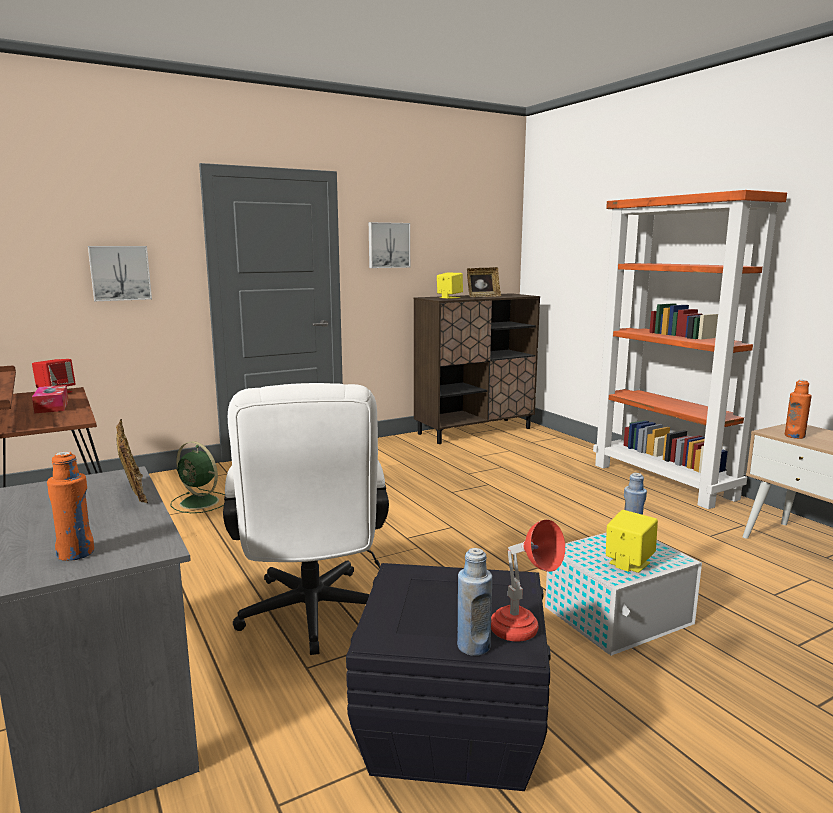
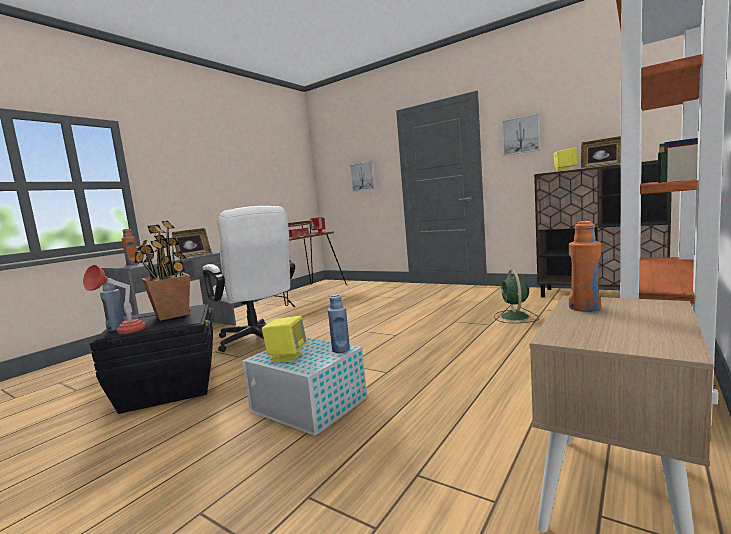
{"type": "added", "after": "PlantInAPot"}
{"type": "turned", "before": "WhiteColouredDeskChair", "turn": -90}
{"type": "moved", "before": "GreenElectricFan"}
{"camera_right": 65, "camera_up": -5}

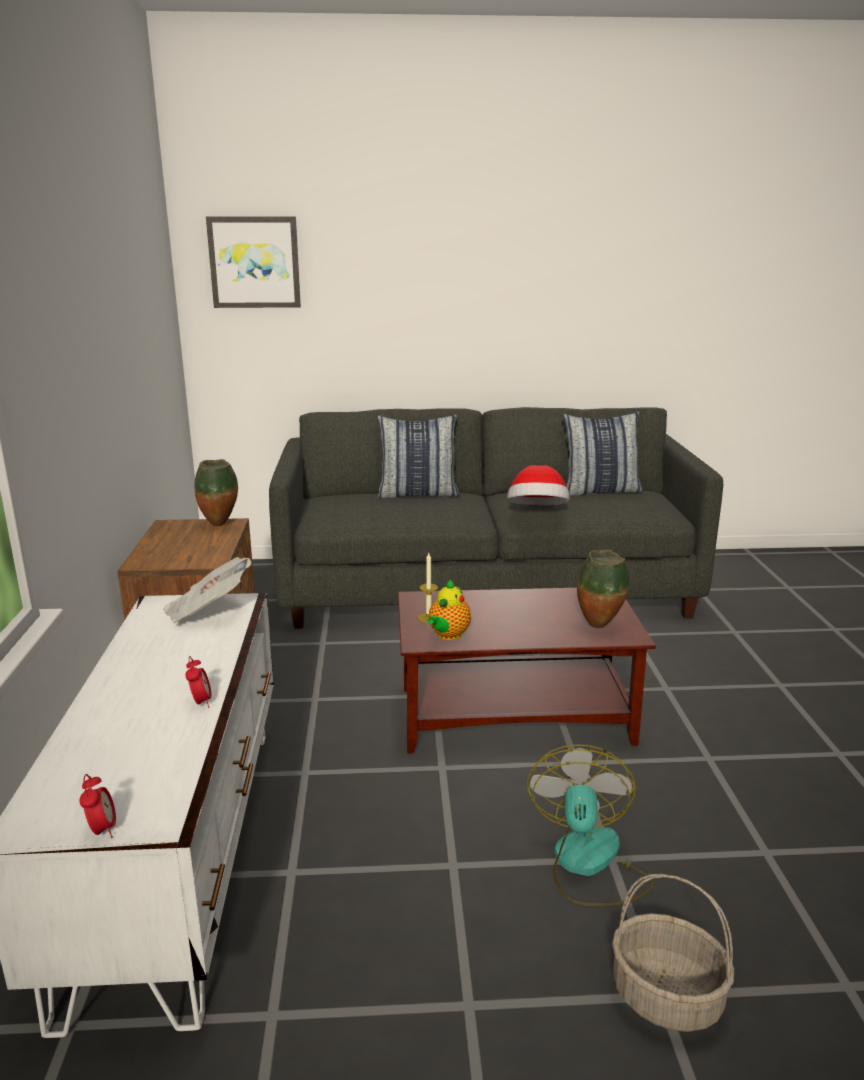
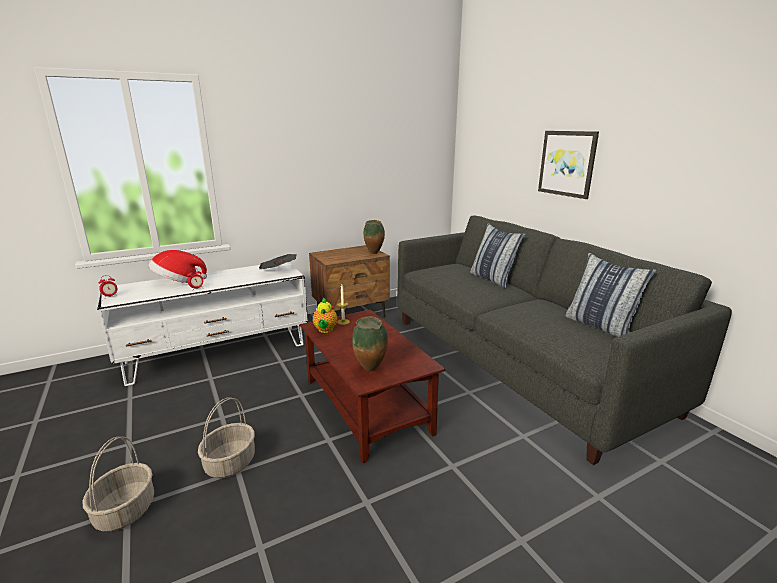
{"type": "moved", "before": "WearableHat"}
{"type": "replaced", "before": "ElectricFan", "after": "Basket (2nd from left)"}
{"type": "turned", "before": "TeaPot", "turn": -90}
{"type": "moved", "before": "WallPicture"}
{"camera_right": 65, "camera_up": 0}

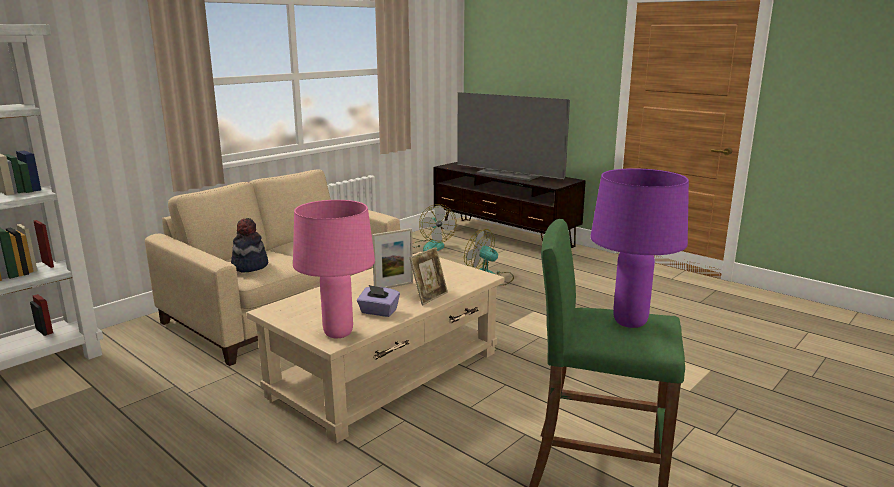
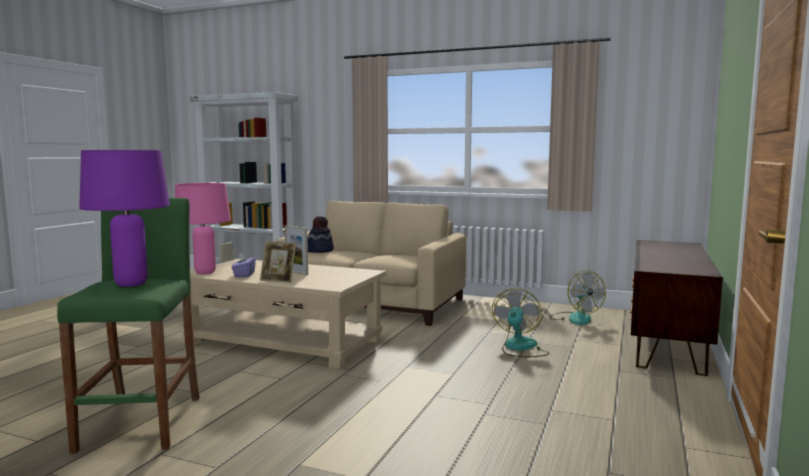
{"type": "turned", "before": "ElectricFan (1st from left in the first image)", "turn": -75}
{"type": "removed", "before": "TvSet"}
{"camera_right": 70, "camera_up": -10}

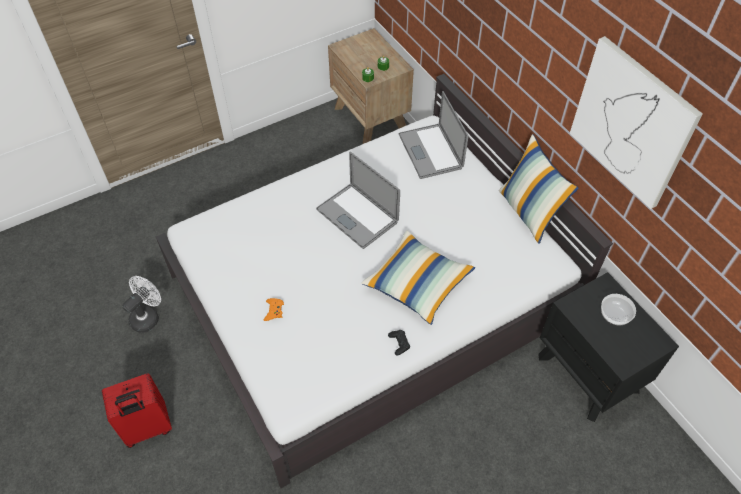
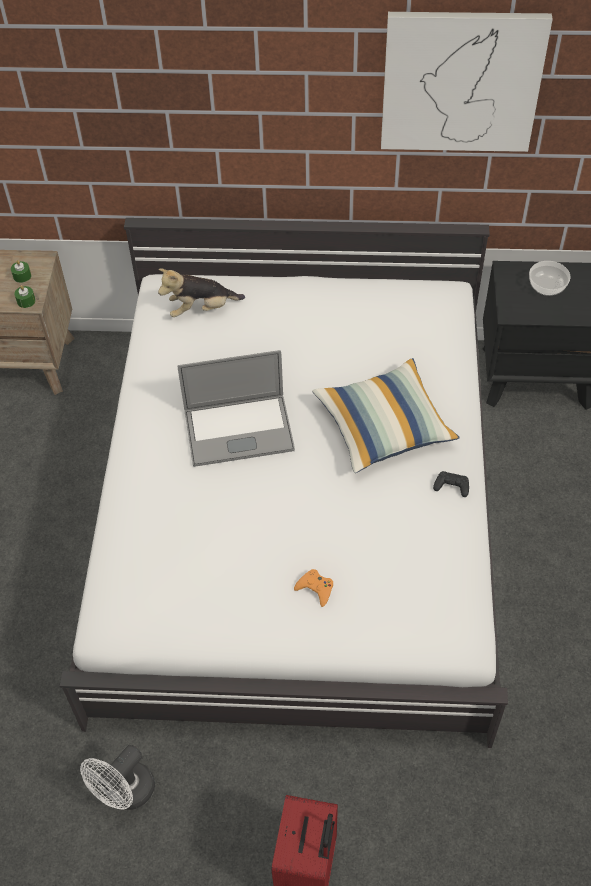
{"type": "turned", "before": "WhiteColouredElectricFan", "turn": -120}
{"type": "replaced", "before": "NotebookComputer (2nd from left)", "after": "PlushToy"}
{"type": "removed", "before": "Cushion (2nd from left)"}
{"camera_right": -55, "camera_up": 0}

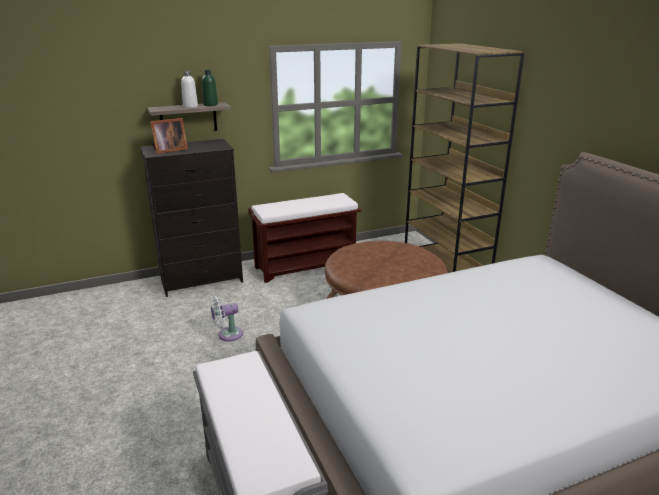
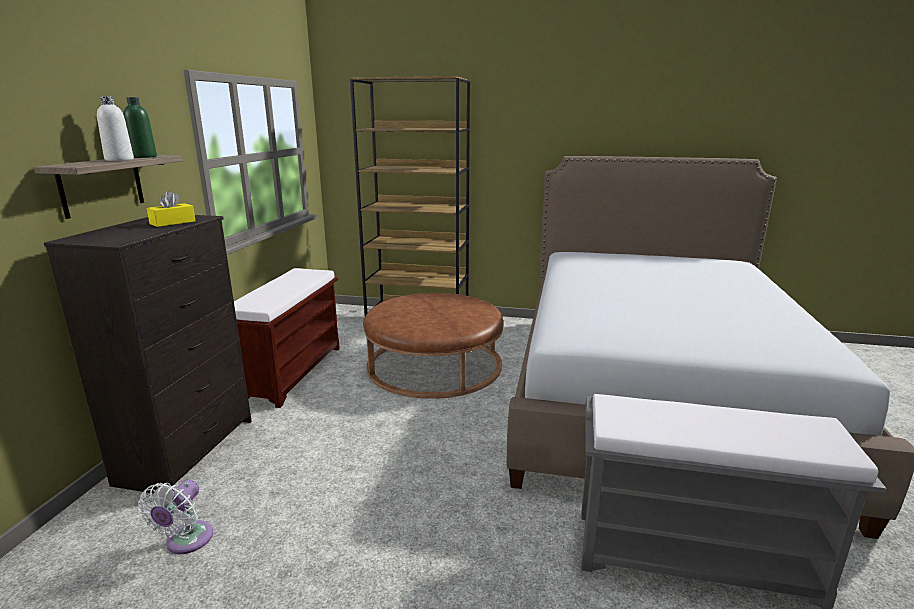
{"type": "moved", "before": "WhiteColouredElectricFan"}
{"type": "added", "after": "YellowTissueHolder"}
{"type": "removed", "before": "PhotoFrame"}
{"camera_right": -55, "camera_up": -5}

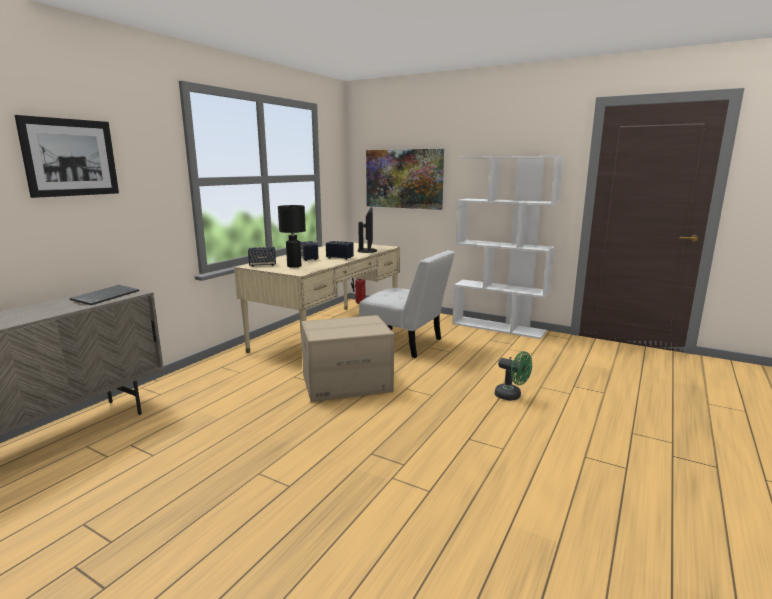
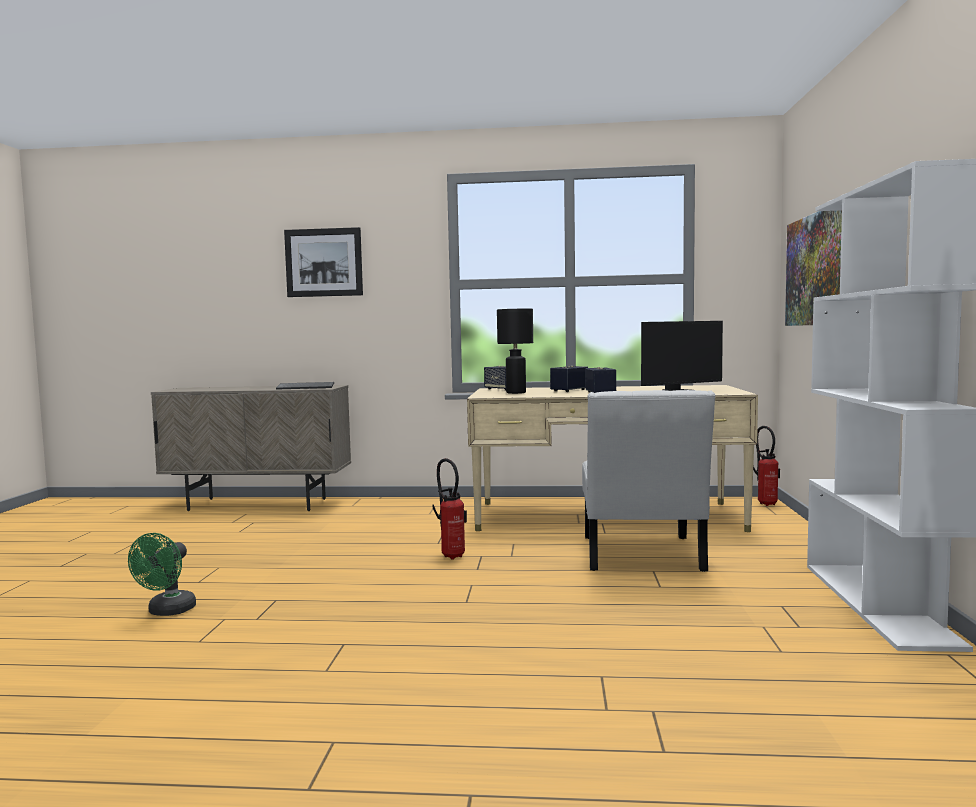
{"type": "moved", "before": "GreenElectricFan"}
{"type": "replaced", "before": "Carton", "after": "FireExtinguisher (1st from left)"}
{"camera_right": 65, "camera_up": -10}

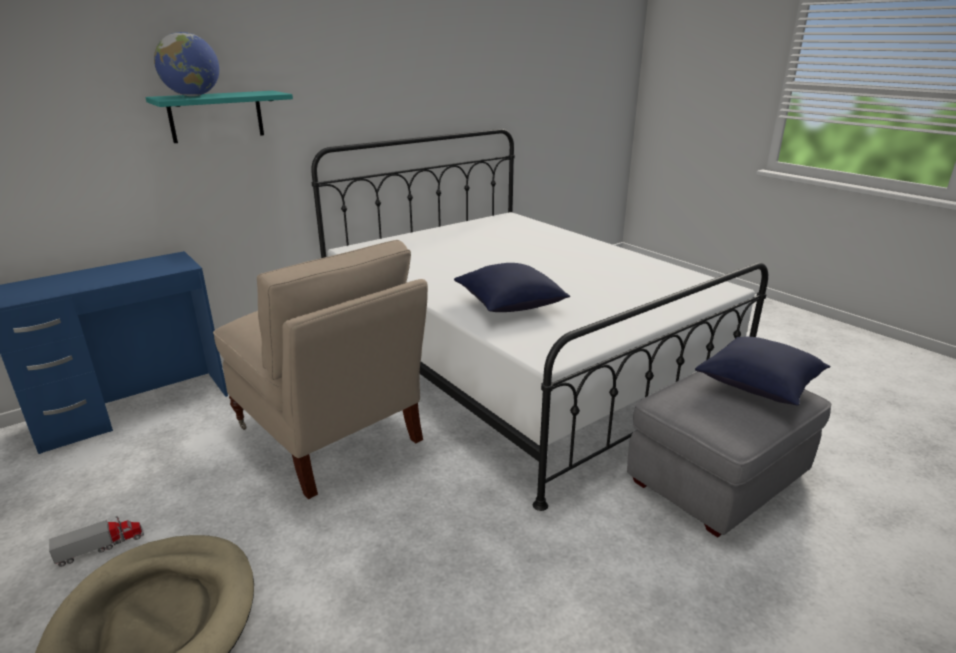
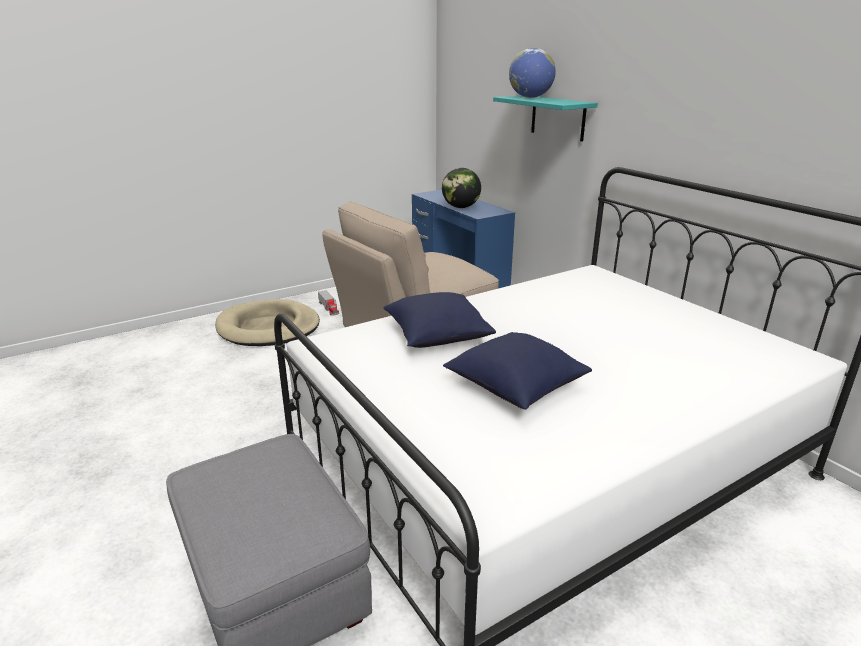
{"type": "added", "after": "DeskGlobe (1st from left)"}
{"type": "moved", "before": "BluishCushion (2nd from left)"}
{"camera_right": 95, "camera_up": 0}

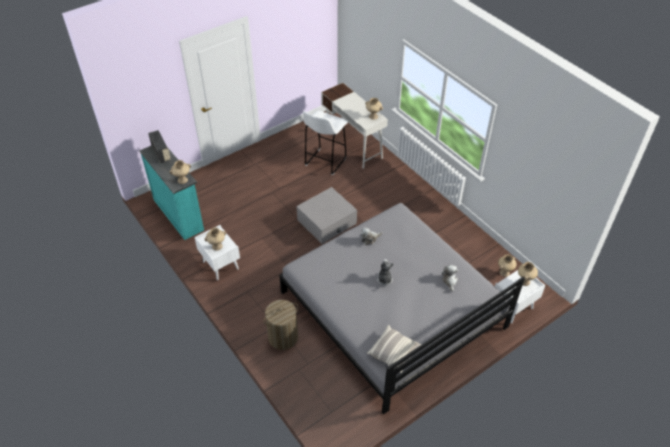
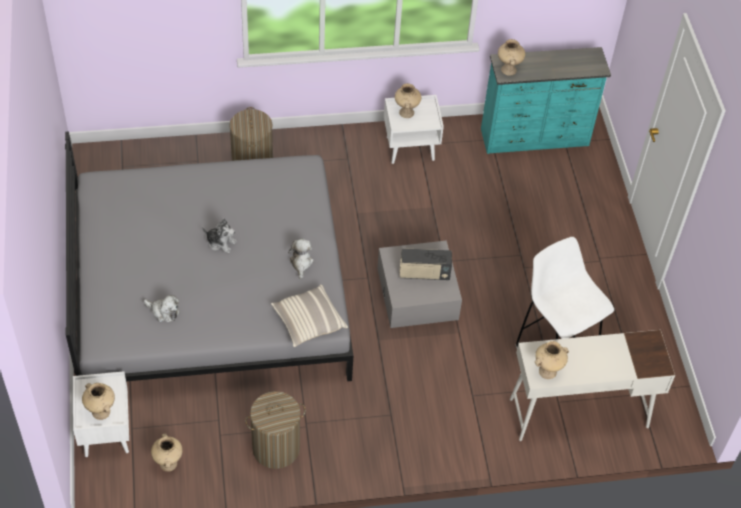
{"type": "added", "after": "LaundryBasket (2nd from left)"}
{"type": "moved", "before": "Cushion"}
{"type": "moved", "before": "RadioSet"}
{"camera_right": 115, "camera_up": 5}

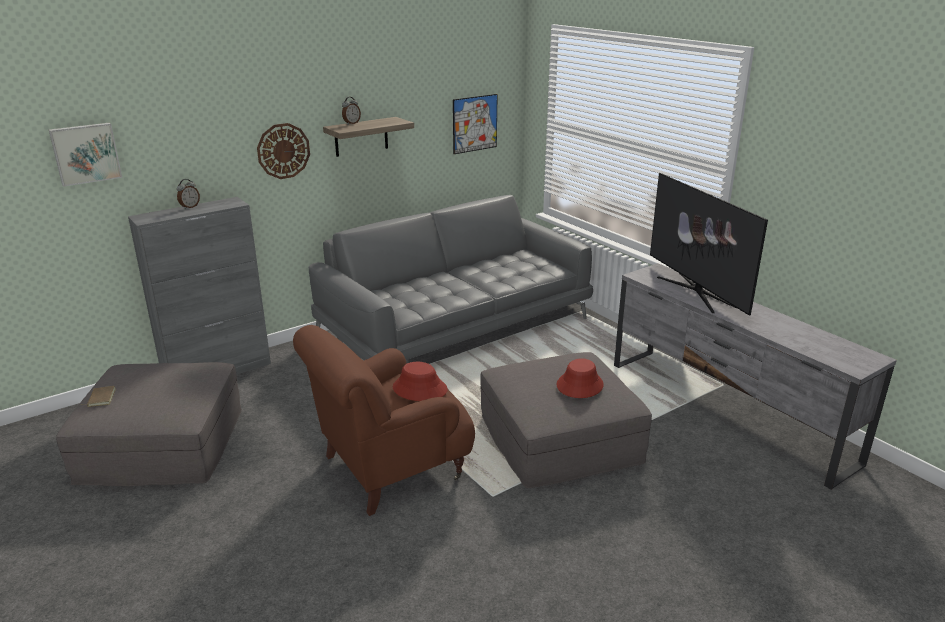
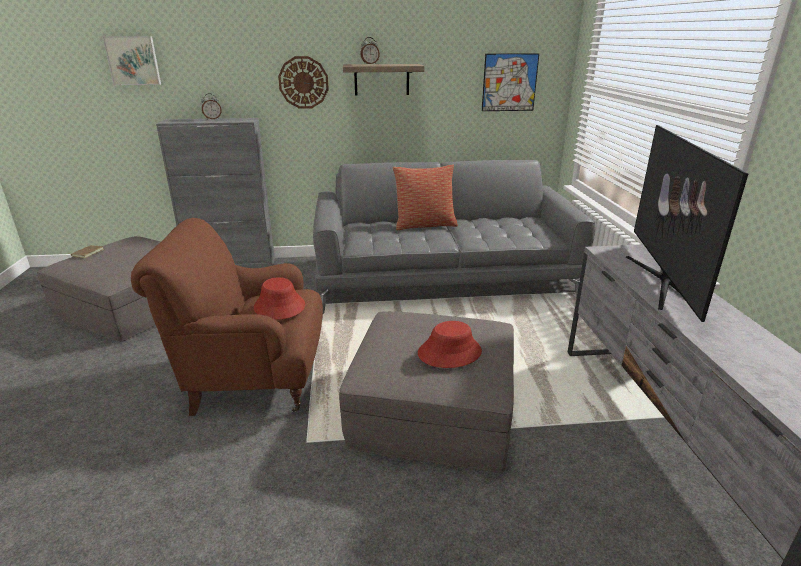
{"type": "added", "after": "Cushion"}
{"camera_right": 30, "camera_up": 0}

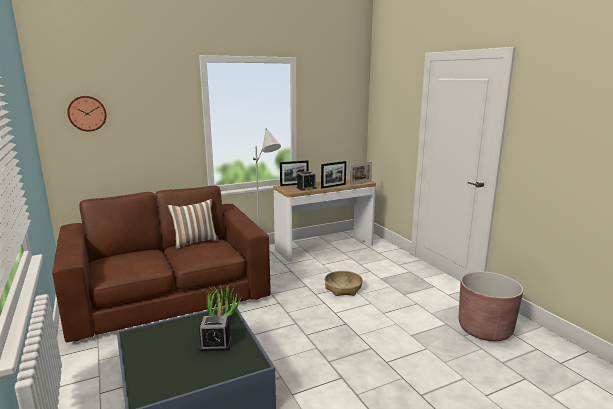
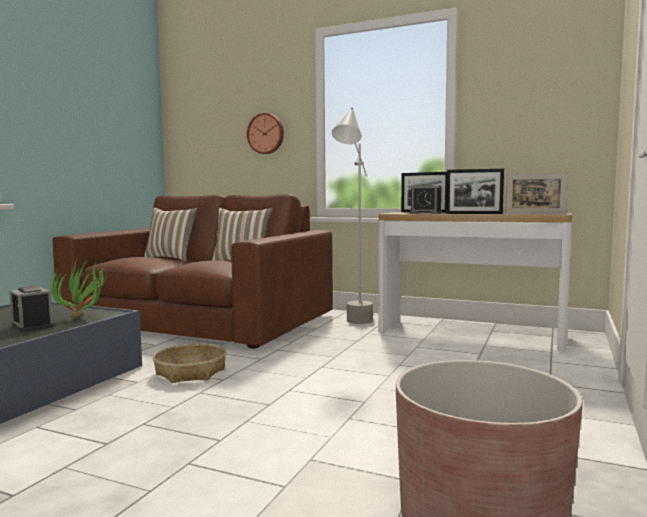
{"type": "added", "after": "Cushion (1st from left)"}
{"type": "moved", "before": "Basket"}
{"type": "moved", "before": "ClockOnTheWall"}
{"camera_right": 50, "camera_up": -10}

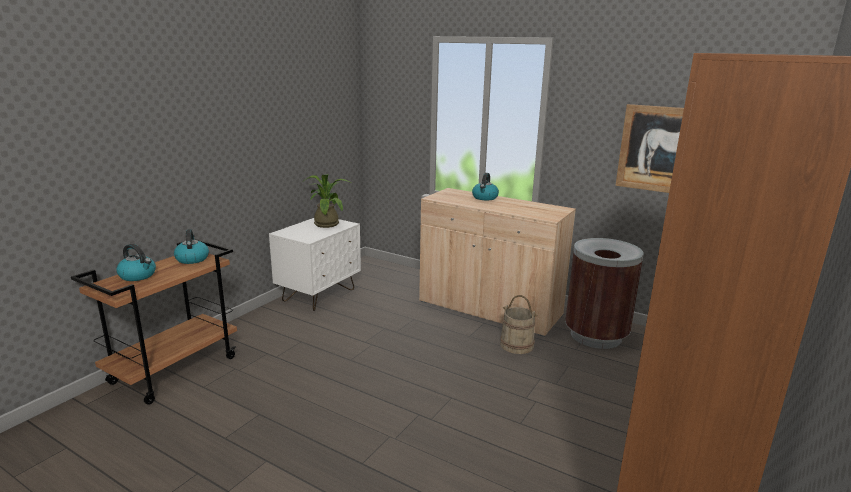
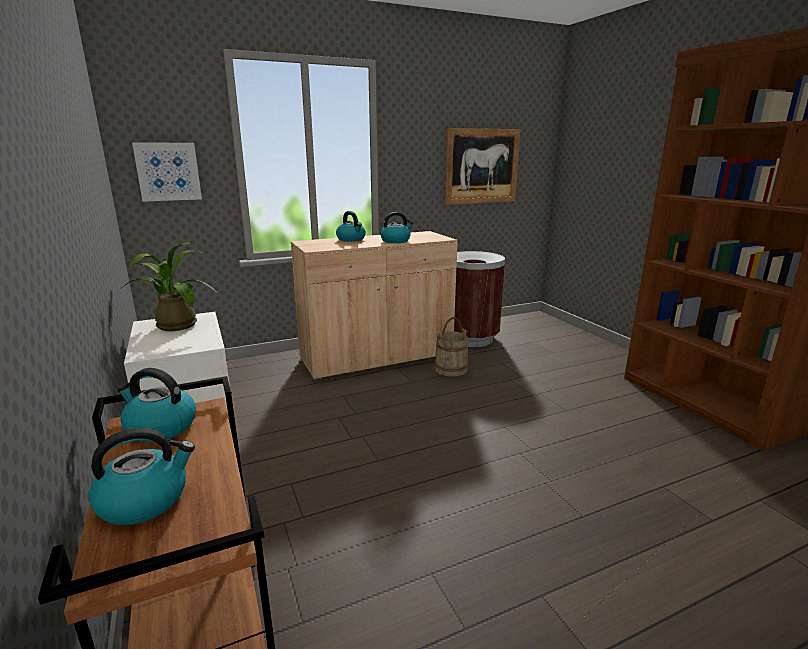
{"type": "added", "after": "WallPicture (1st from left)"}
{"type": "added", "after": "TeaKettle (4th from left)"}
{"camera_right": -55, "camera_up": 0}

